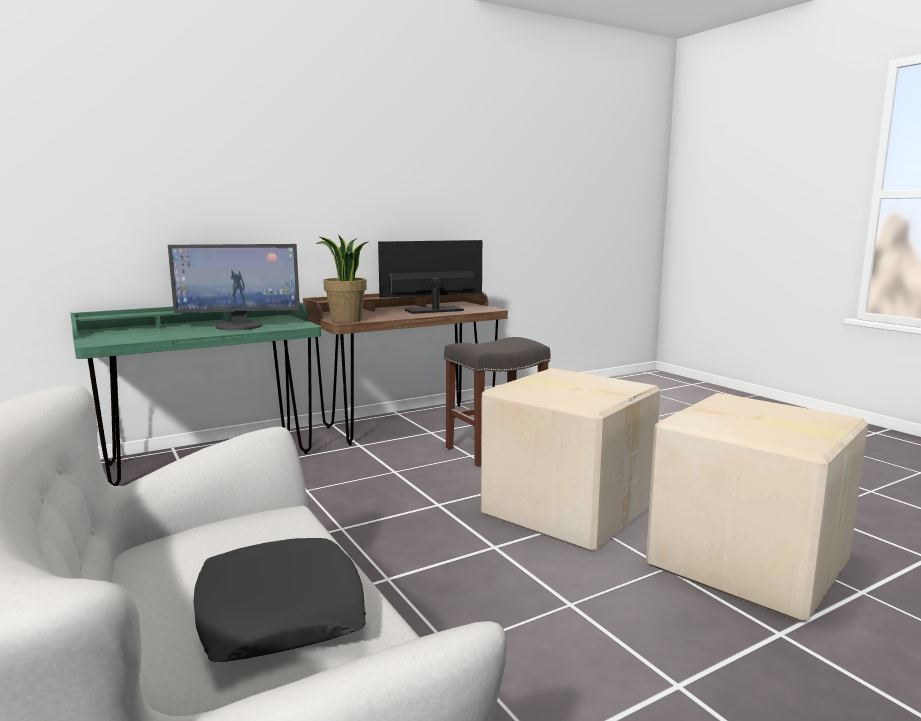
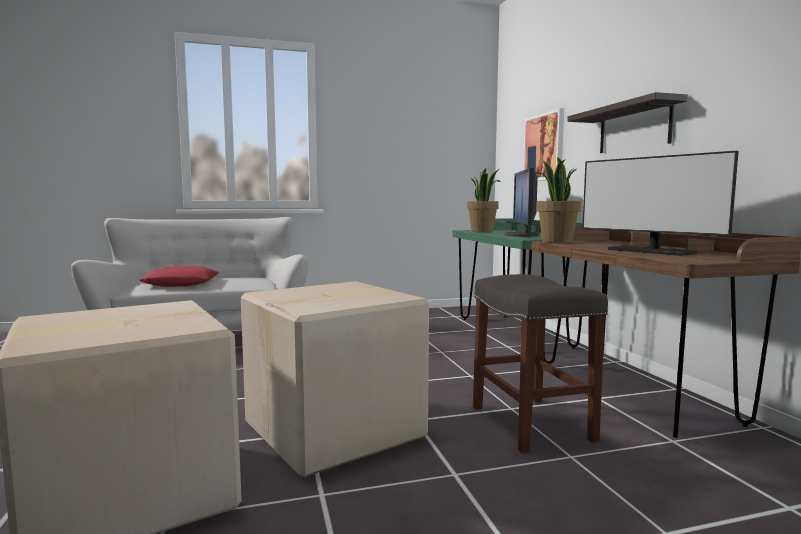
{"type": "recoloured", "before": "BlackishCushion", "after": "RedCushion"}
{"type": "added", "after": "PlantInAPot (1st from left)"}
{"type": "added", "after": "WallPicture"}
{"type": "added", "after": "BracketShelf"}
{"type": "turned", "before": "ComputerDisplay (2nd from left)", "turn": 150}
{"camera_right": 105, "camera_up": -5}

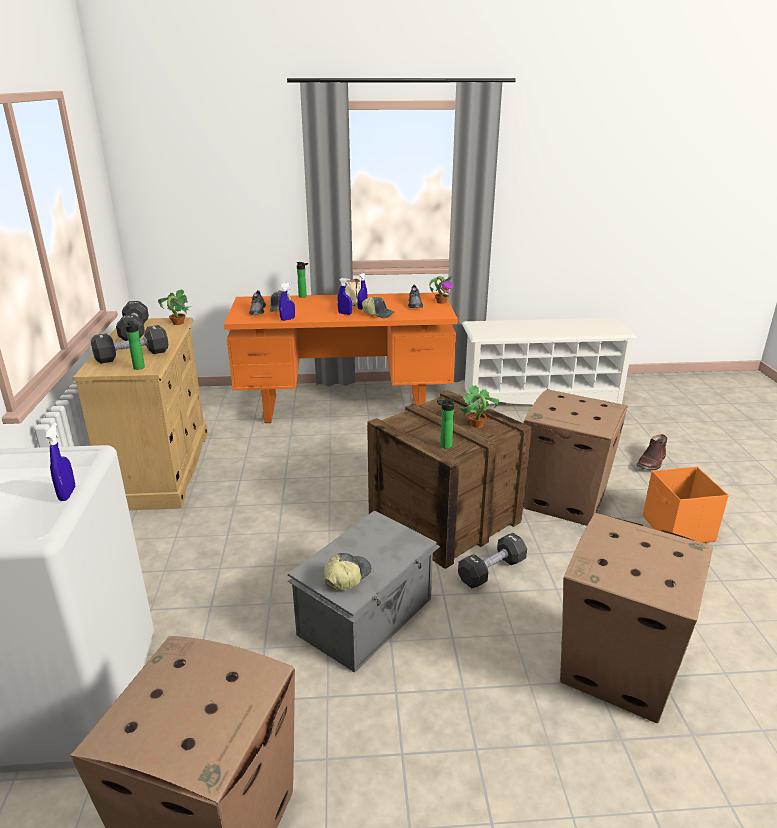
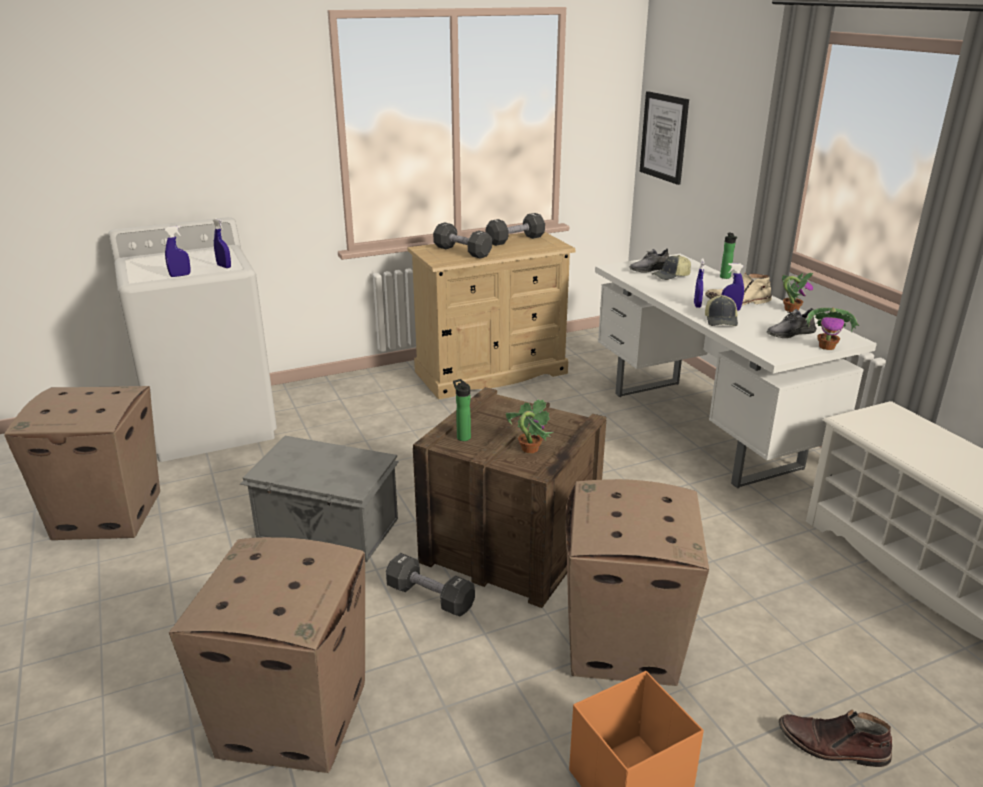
{"type": "moved", "before": "BluishHandSprayer (2nd from left)"}
{"type": "recoloured", "before": "OrangeColouredDesk", "after": "WhiteColouredDesk"}
{"type": "added", "after": "WallPicture"}
{"type": "moved", "before": "PlantInAPot (1st from left in the first image)", "after": "PlantInAPot (2nd from left)"}
{"type": "removed", "before": "Bottle (1st from left)"}
{"type": "removed", "before": "PeakedCap (2nd from left)"}
{"camera_right": 70, "camera_up": 0}

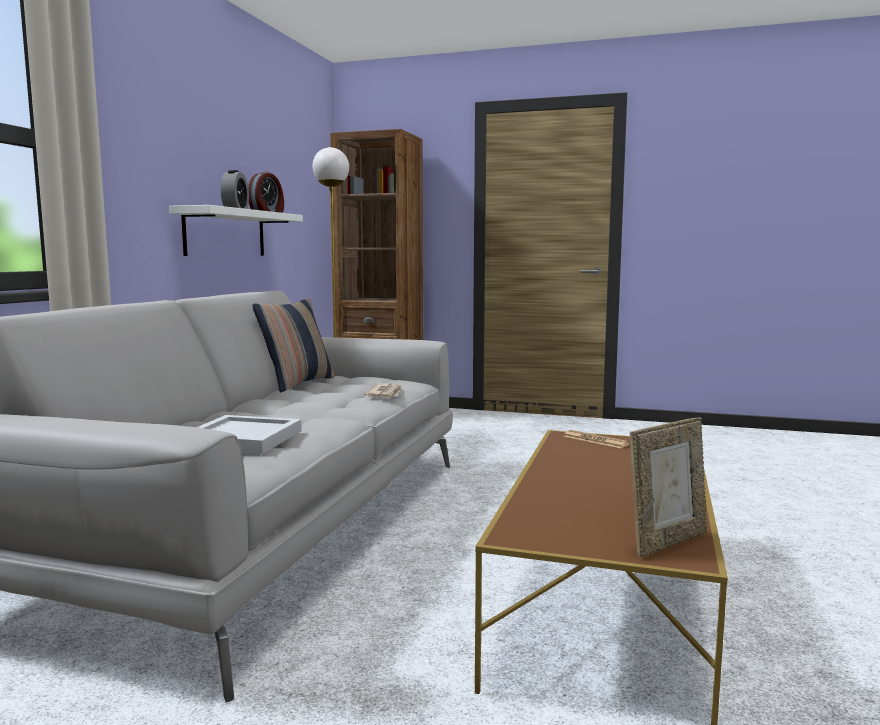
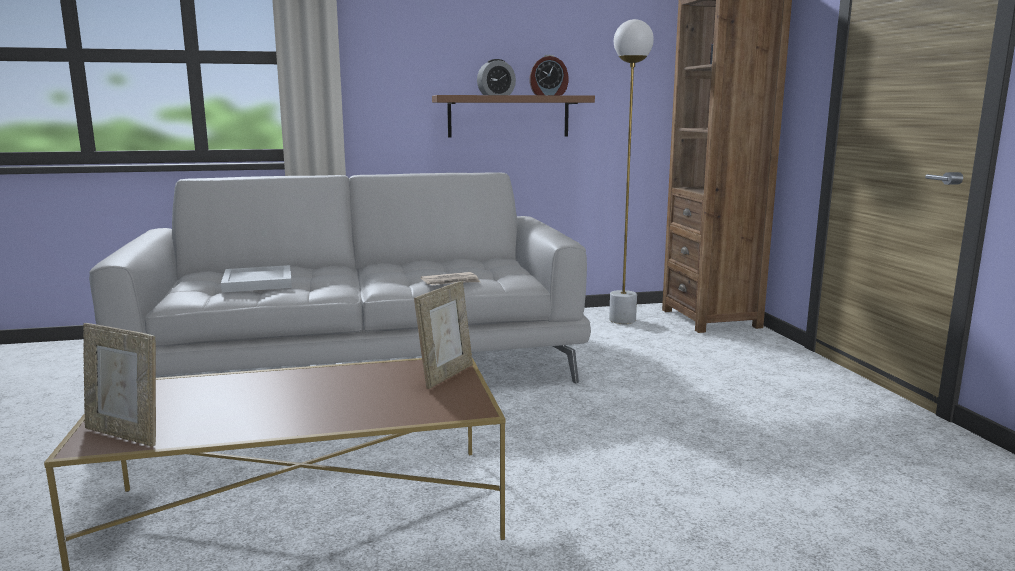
{"type": "replaced", "before": "PrintedPaper (2nd from left)", "after": "PhotoFrame (2nd from left)"}
{"type": "recoloured", "before": "WhiteColouredBracketShelf", "after": "BrownishBracketShelf"}
{"type": "removed", "before": "Cushion"}
{"camera_right": 60, "camera_up": 5}

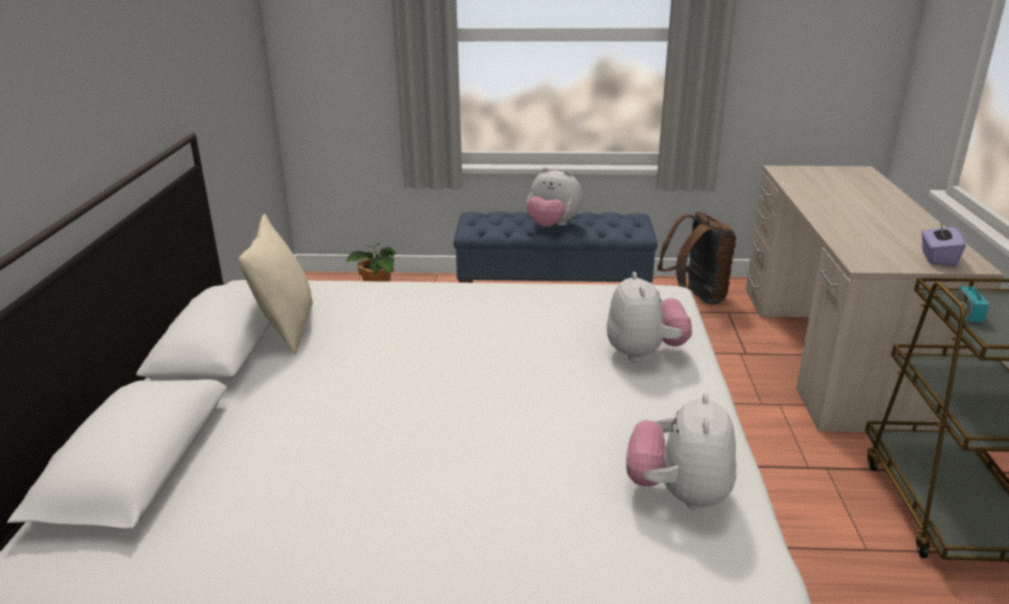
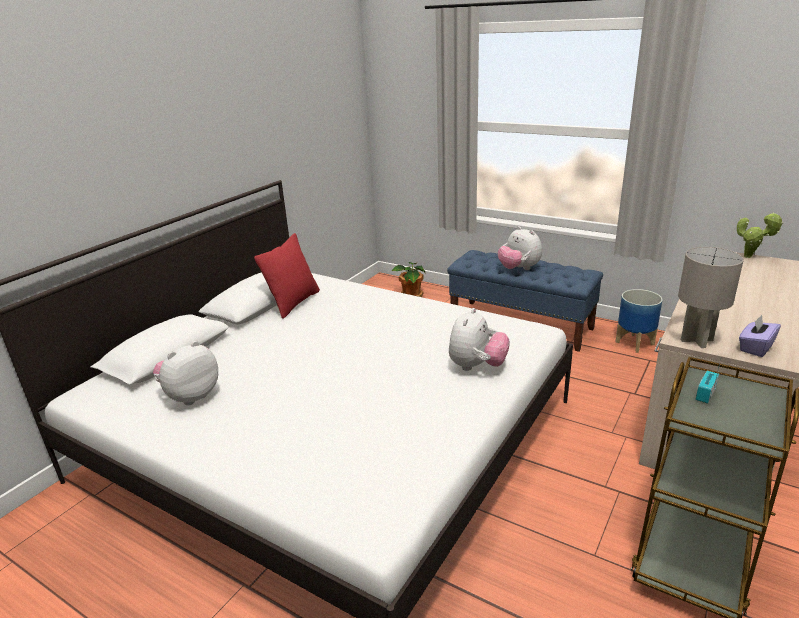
{"type": "moved", "before": "PlushToy (3rd from left in the first image)", "after": "PlushToy (1st from left)"}
{"type": "recoloured", "before": "BeigeColouredCushion", "after": "RedCushion"}
{"type": "replaced", "before": "BrownishKnapsack", "after": "PlantPot"}
{"type": "added", "after": "GreyTableLamp"}
{"type": "added", "after": "PlantInAPot (2nd from left)"}
{"camera_right": 30, "camera_up": 0}

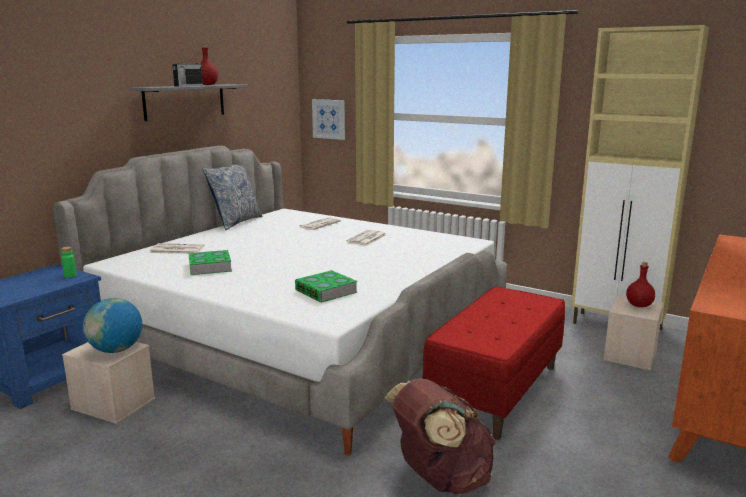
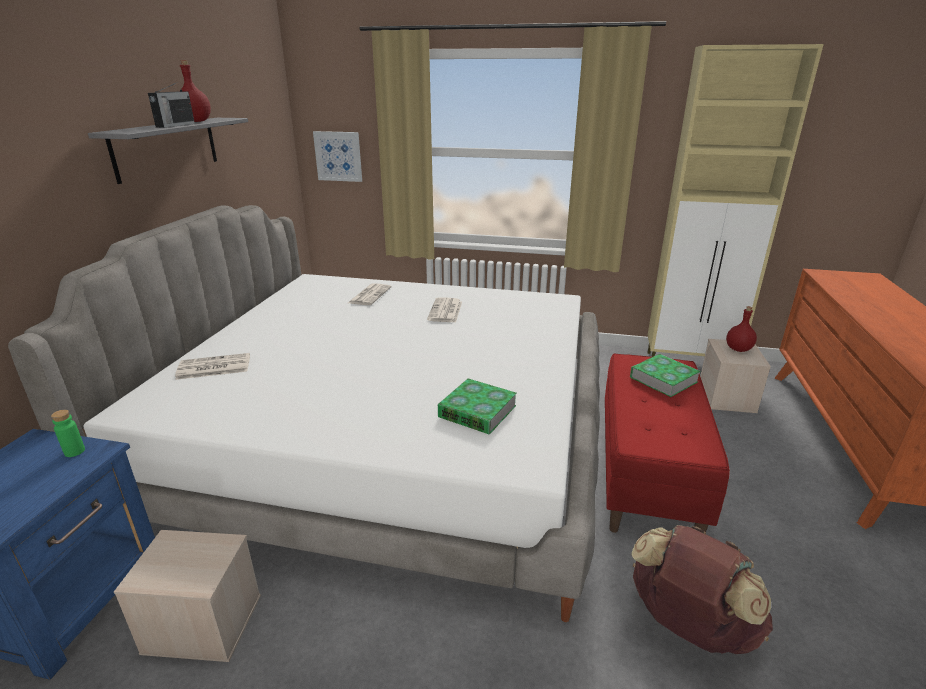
{"type": "moved", "before": "Book (1st from left in the first image)", "after": "Book (2nd from left)"}
{"type": "removed", "before": "DeskGlobe"}
{"type": "removed", "before": "Cushion"}
{"camera_right": -20, "camera_up": 10}

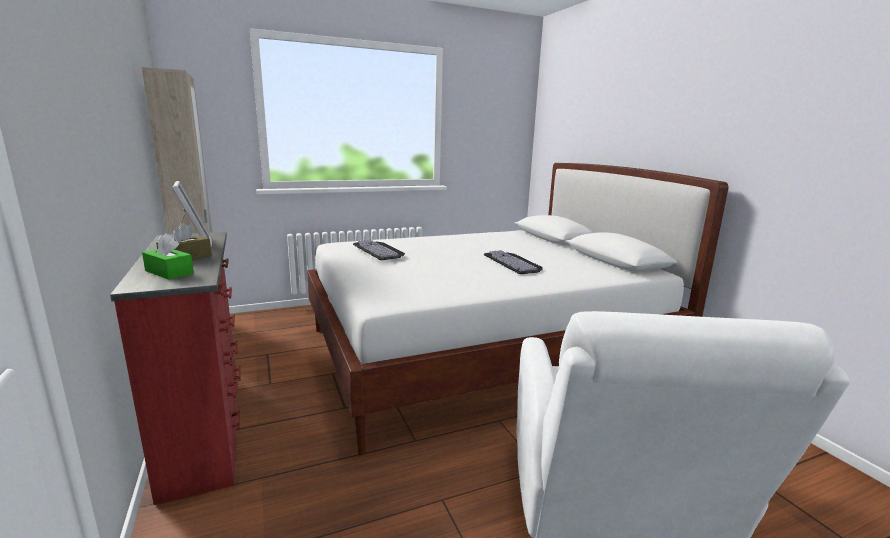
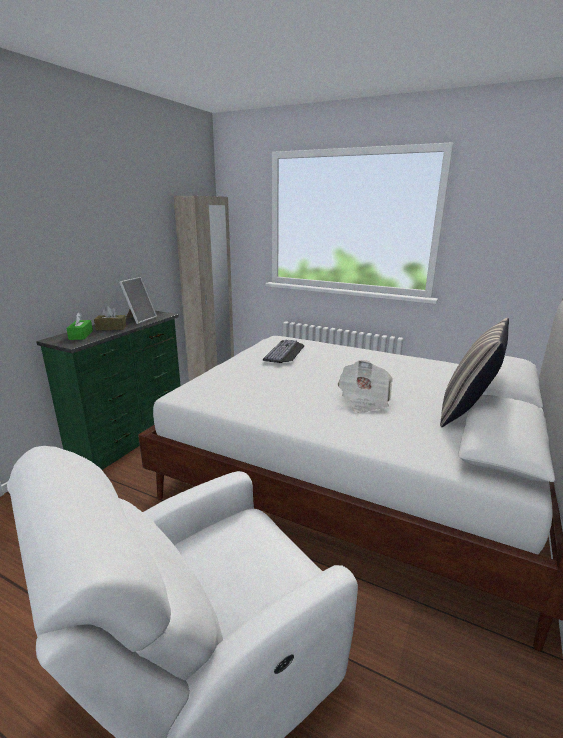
{"type": "recoloured", "before": "RedDrawerChest", "after": "GreenDrawerChest"}
{"type": "replaced", "before": "ComputerKeyboard (2nd from left)", "after": "PrintedPaper"}
{"type": "added", "after": "Cushion"}
{"camera_right": 50, "camera_up": 5}

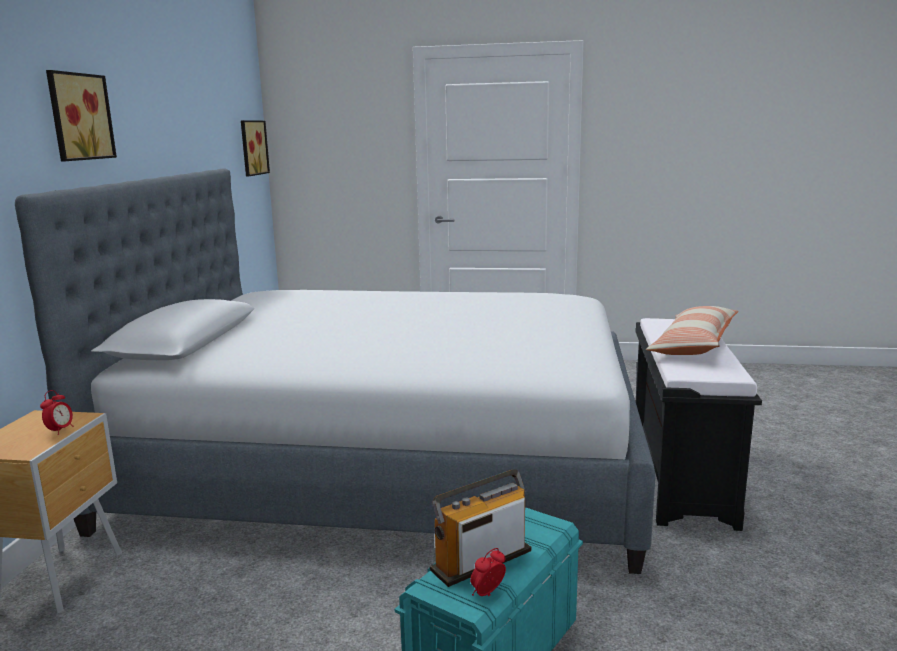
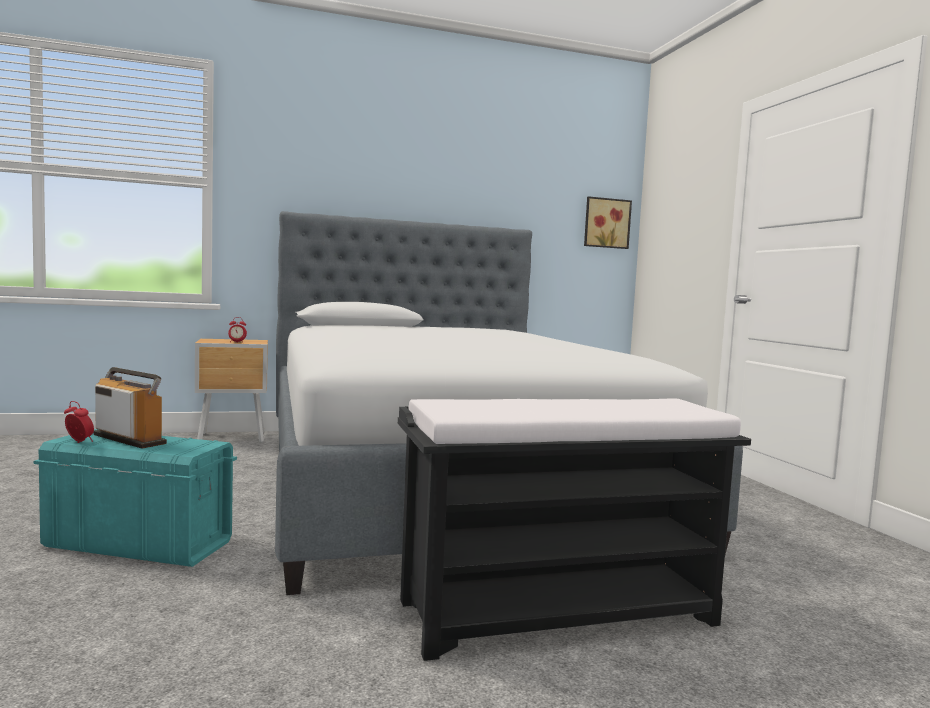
{"type": "removed", "before": "WallPicture (1st from left)"}
{"type": "removed", "before": "Cushion"}
{"camera_right": 65, "camera_up": -10}

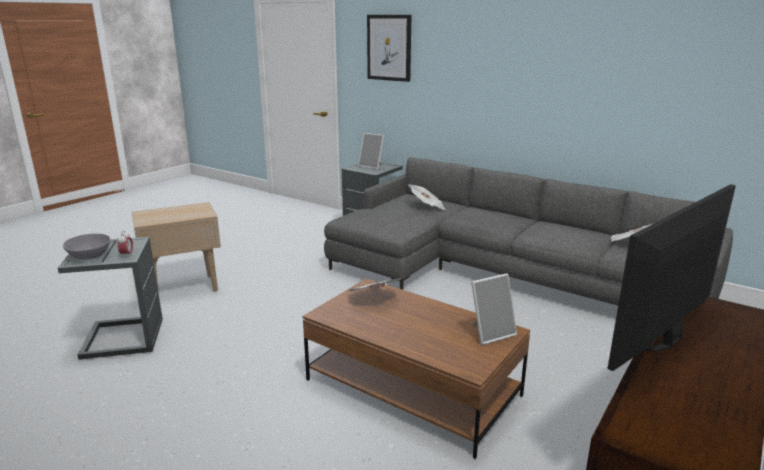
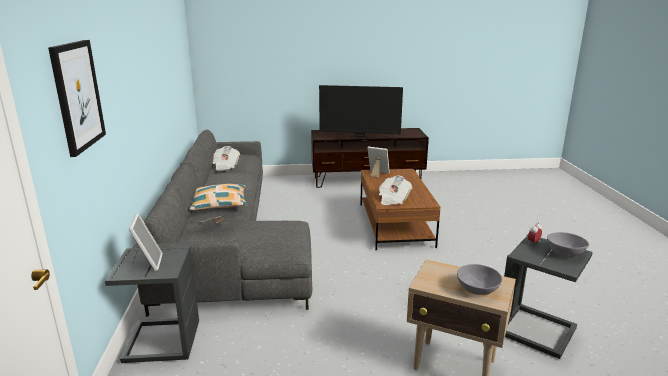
{"type": "added", "after": "Cushion"}
{"type": "added", "after": "GreyDeepDish (1st from left)"}
{"camera_right": -130, "camera_up": 0}

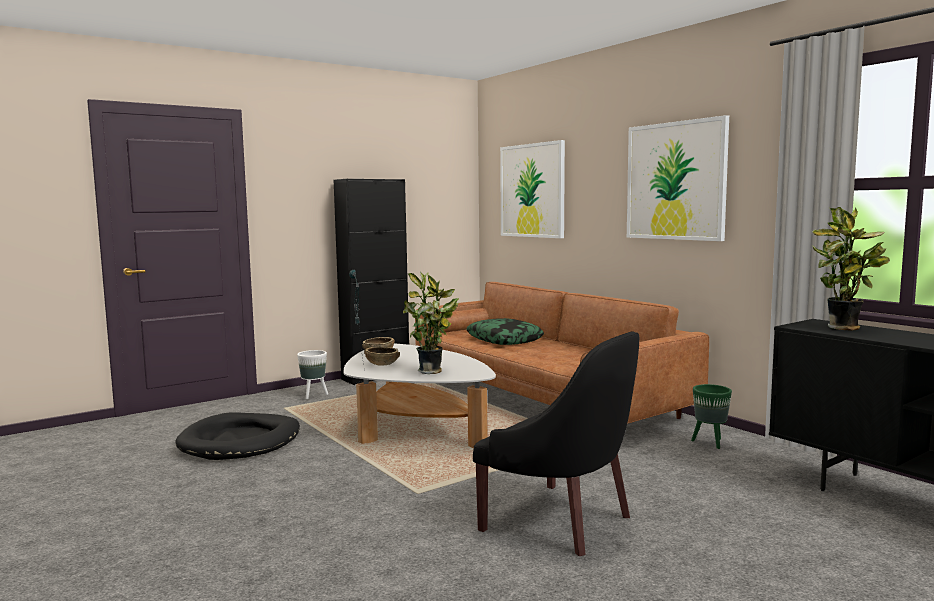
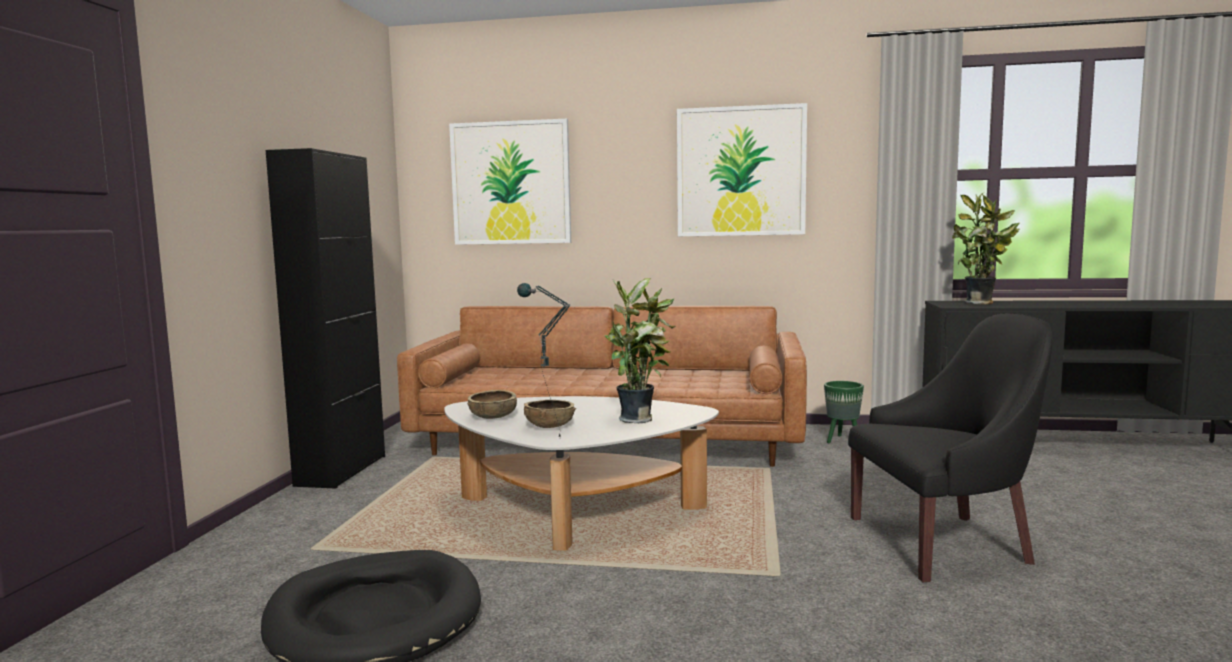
{"type": "removed", "before": "WhiteColouredPlantPot"}
{"type": "removed", "before": "Cushion"}
{"camera_right": -45, "camera_up": 0}

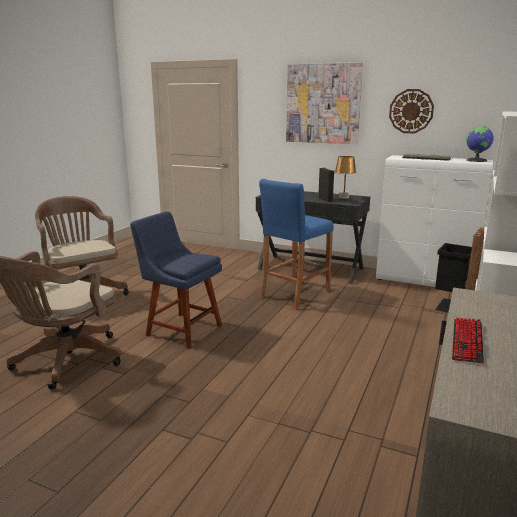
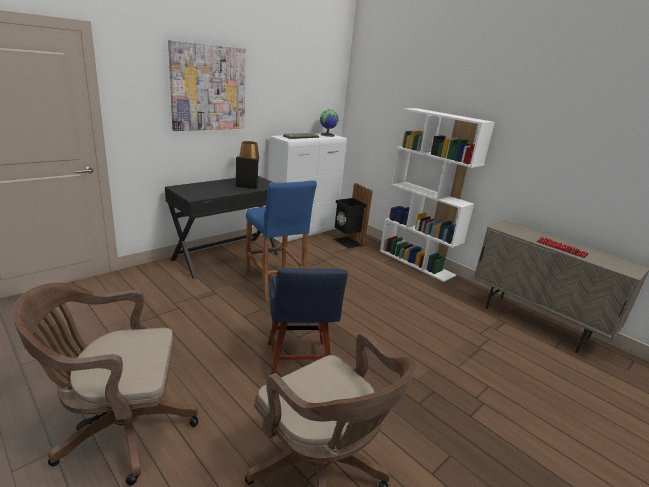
{"type": "turned", "before": "BluishPlainChair", "turn": -60}
{"type": "removed", "before": "ClockOnTheWall"}
{"camera_right": -70, "camera_up": 5}

